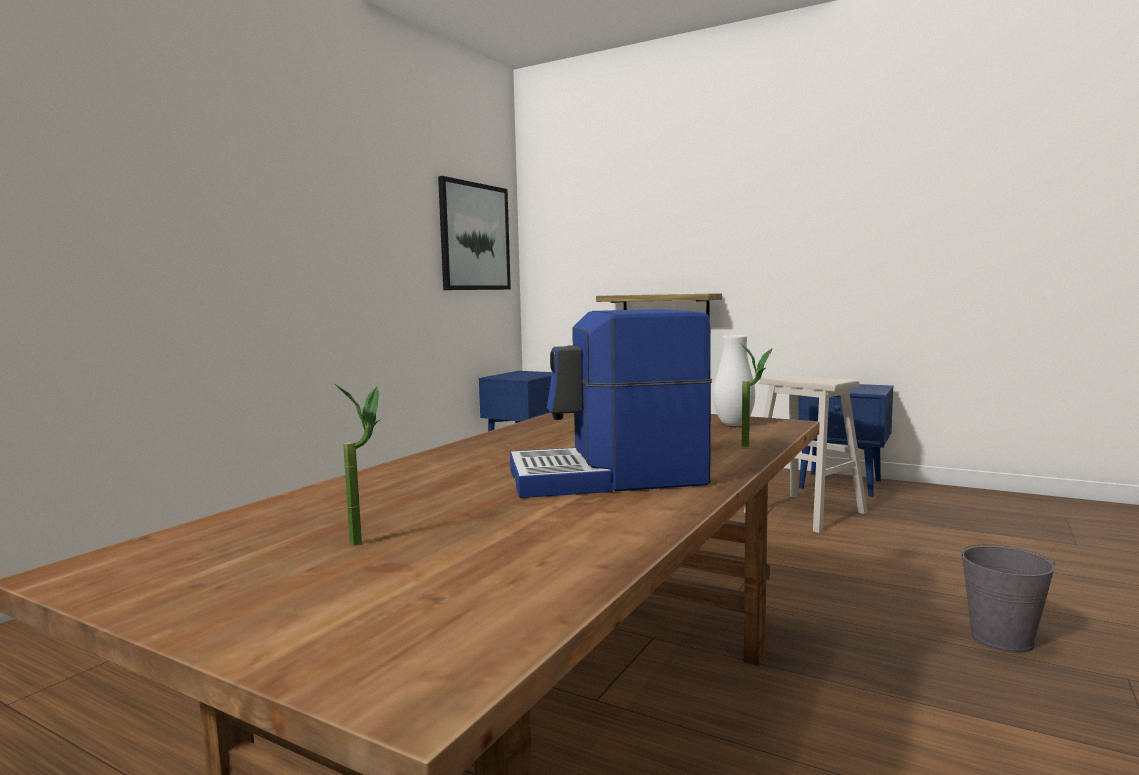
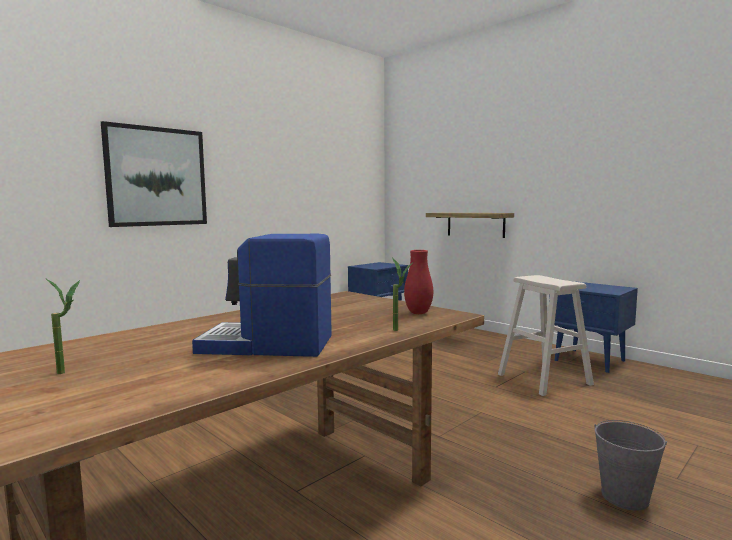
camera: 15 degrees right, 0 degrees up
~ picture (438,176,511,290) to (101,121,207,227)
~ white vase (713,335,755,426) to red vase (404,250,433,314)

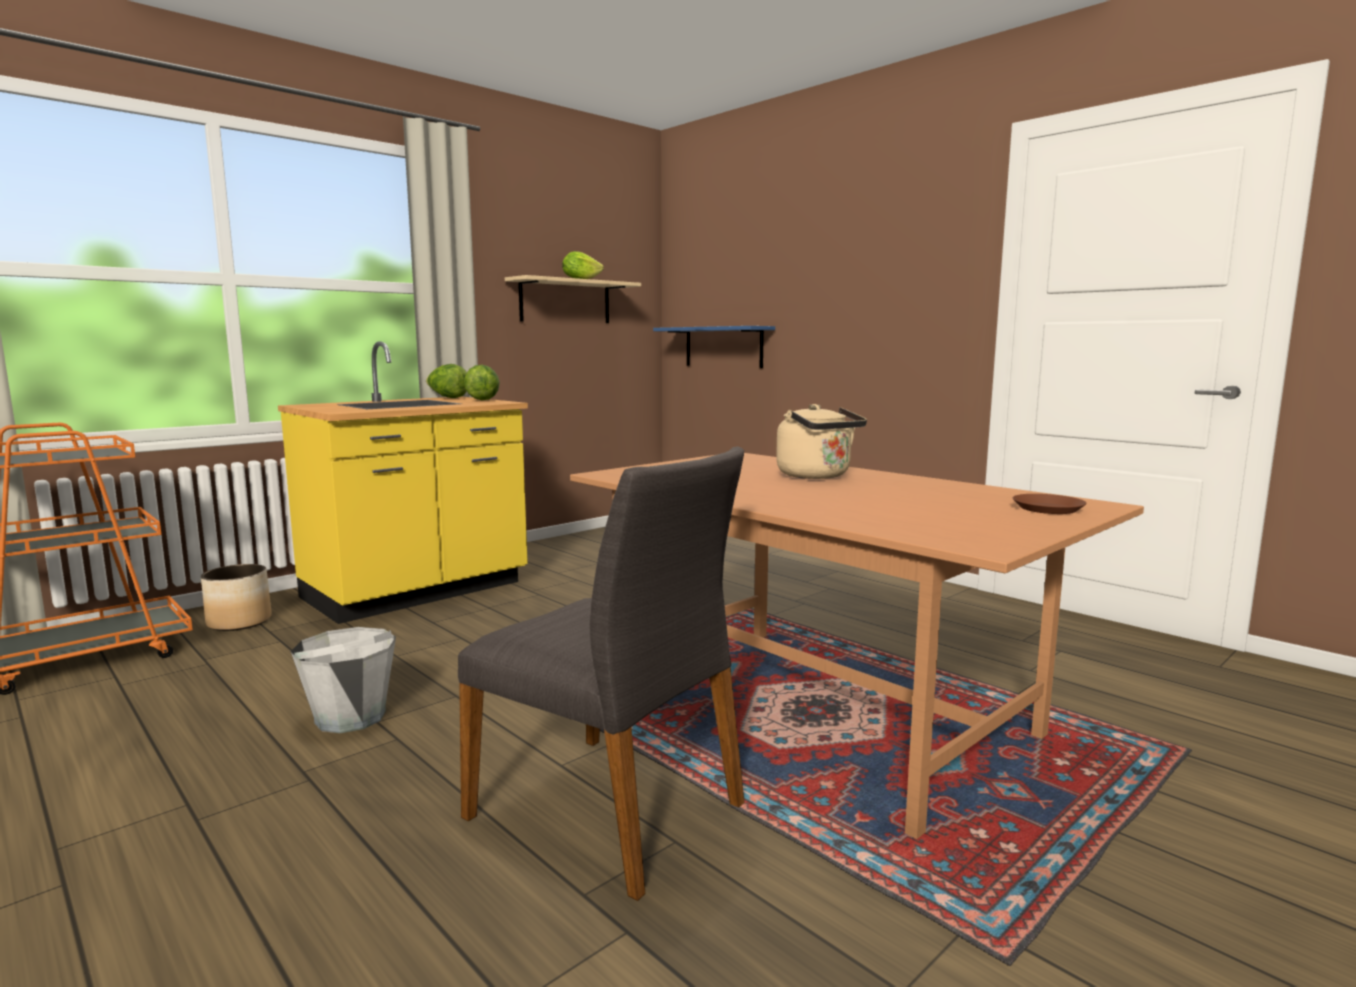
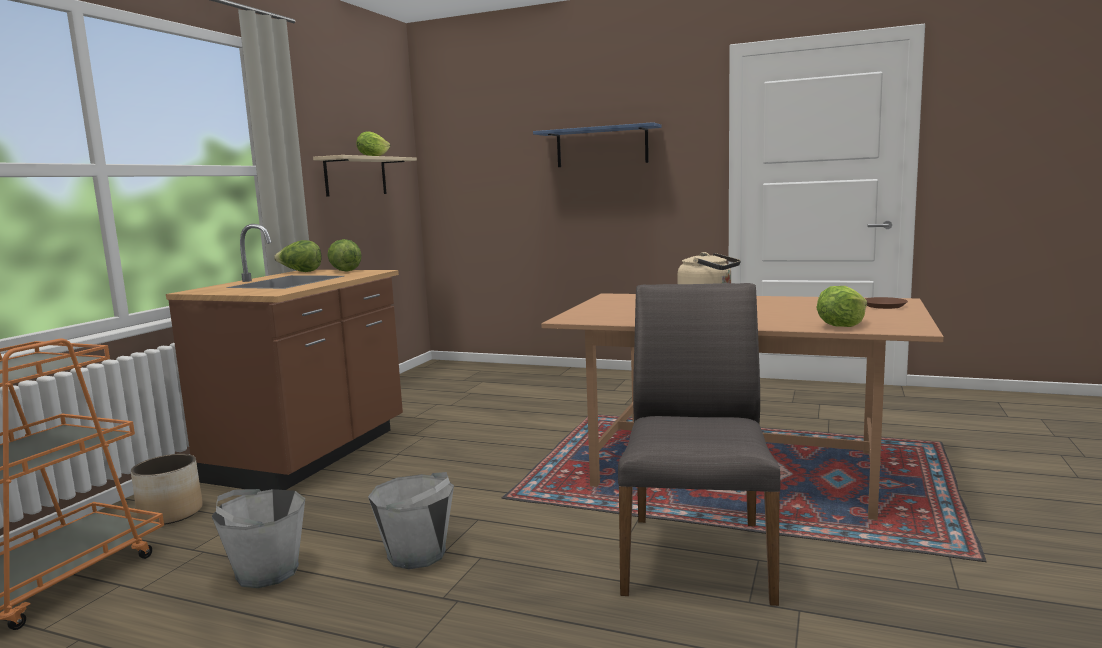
camera: 25 degrees left, 0 degrees up
~ blue shelf (653,326,775,368) to (533,122,661,167)
~ yellow counter (278,341,528,624) to brown counter (166,224,403,491)
~ grey chair (458,446,745,901) = (618,283,781,606) 90 degrees counterclockwise
+ lettuce (816,286,867,327)
+ grey bucket (212,489,305,588)

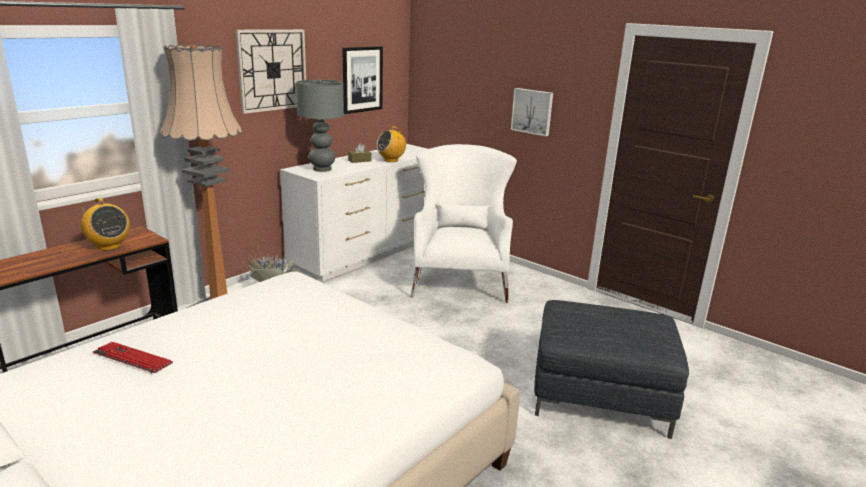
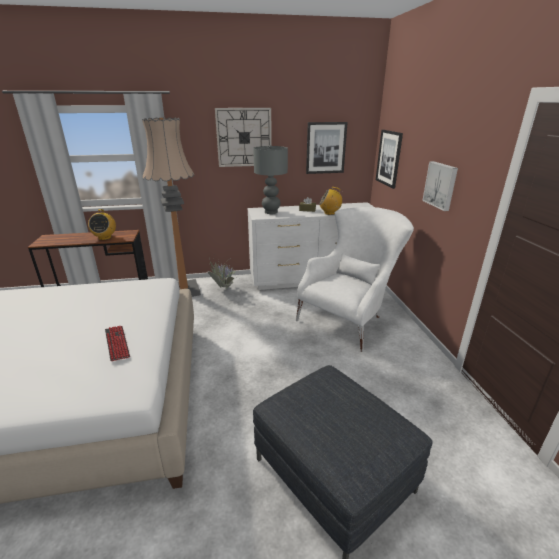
camera: 40 degrees right, 5 degrees up
~ keyboard (93,342,173,373) to (105,326,130,361)
+ picture (376,130,403,189)

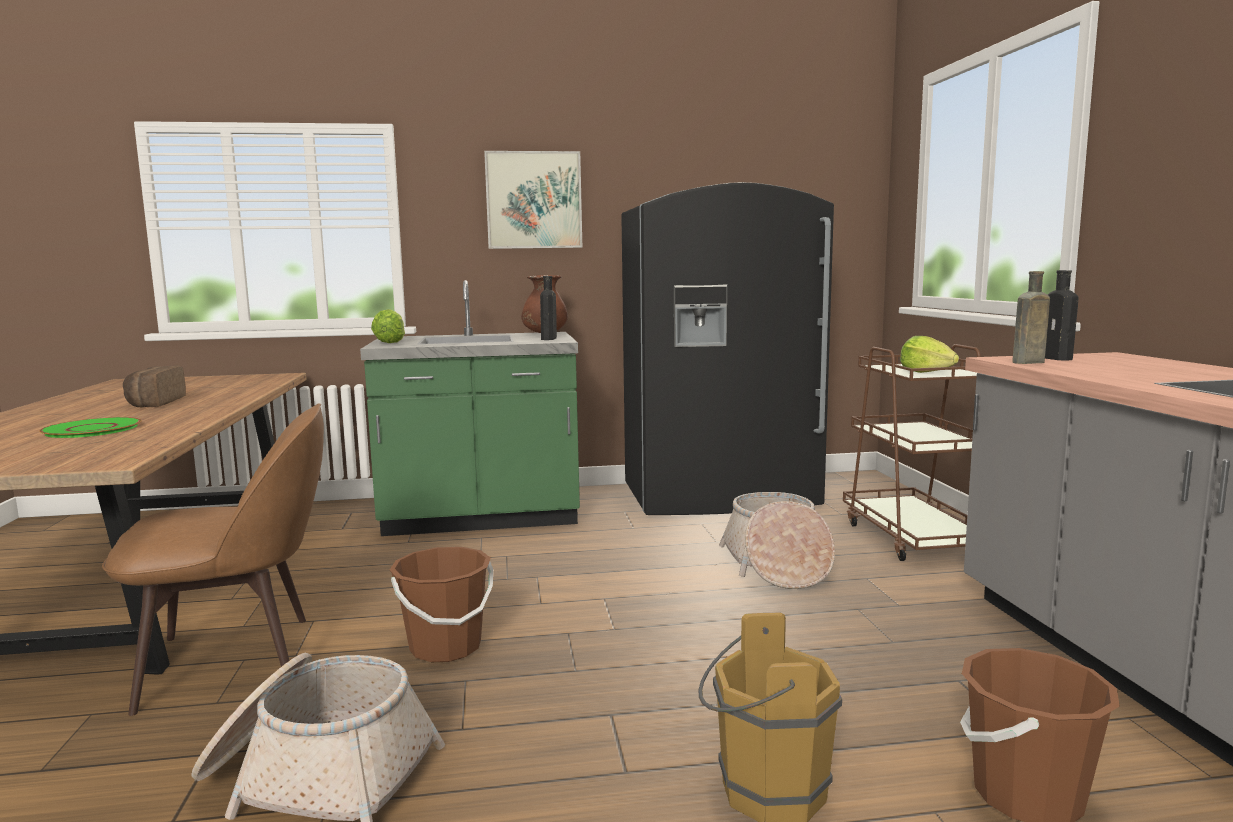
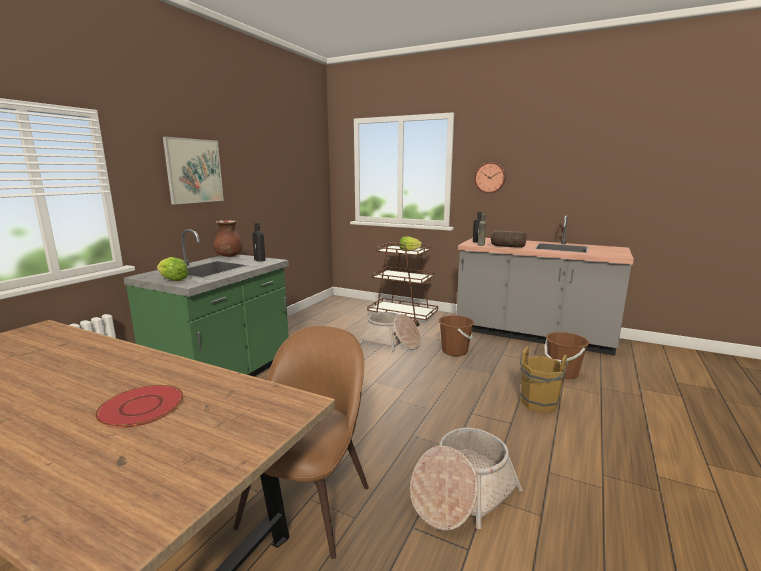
camera: 55 degrees left, 5 degrees up
- black fridge (621,182,834,515)
~ bread (123,365,186,408) to (491,230,526,248)
~ green plate (39,417,142,438) to red plate (95,385,183,428)
~ brown bucket (390,547,493,662) to (438,315,474,356)
+ wall clock (475,162,506,193)

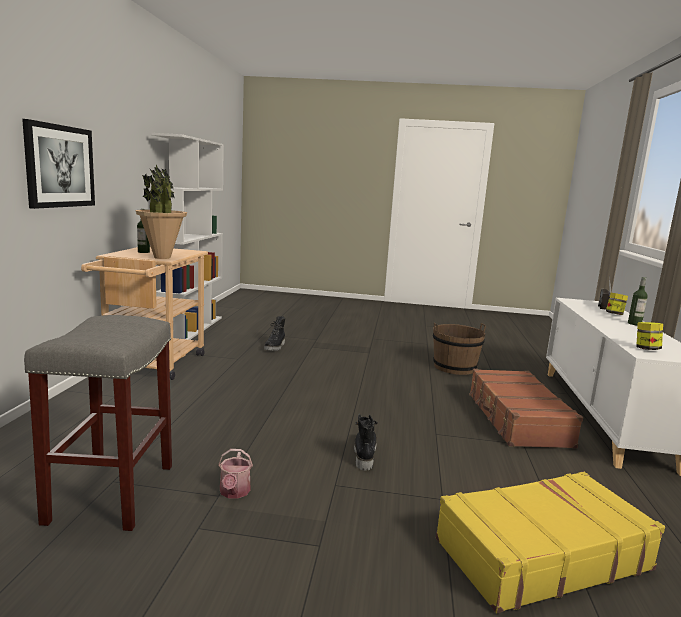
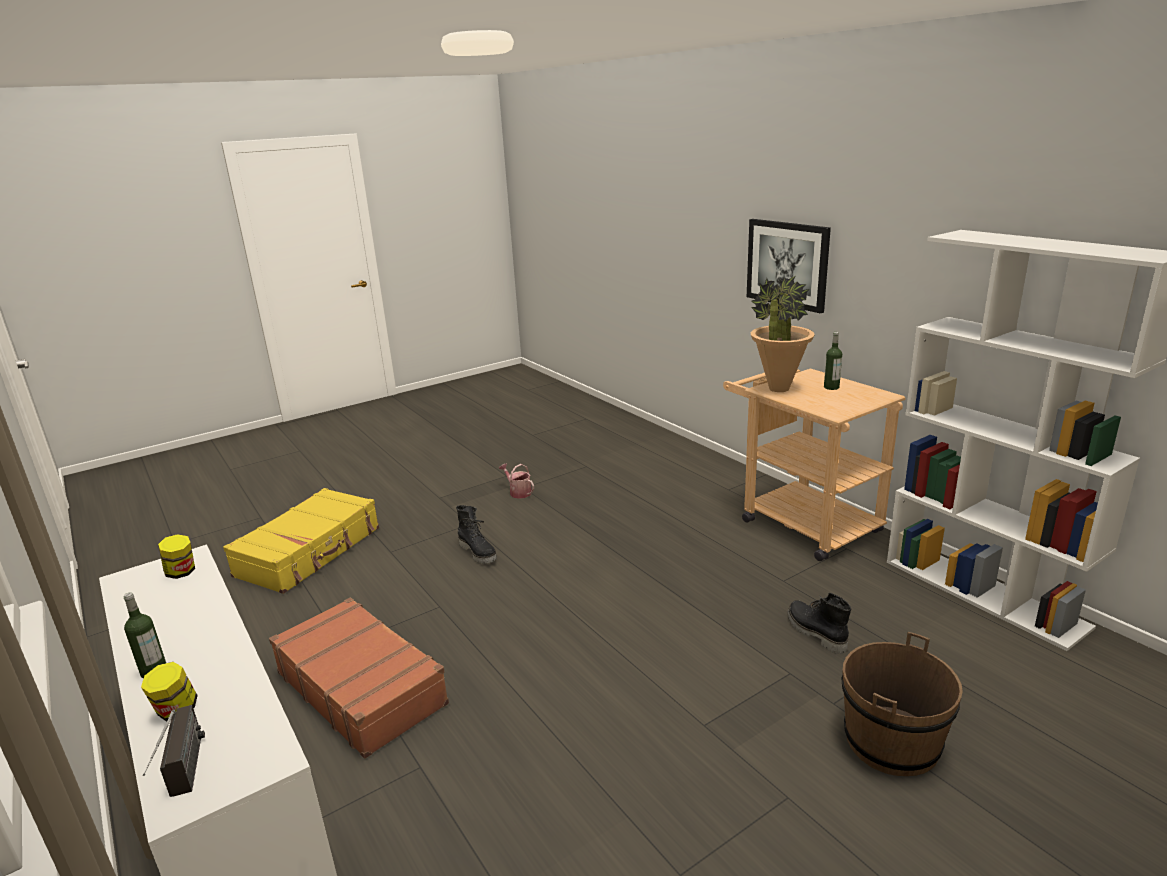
camera: 140 degrees right, 10 degrees up
- grey stool (24,315,172,531)
~ brown bucket (433,323,486,375) to (841,632,963,776)

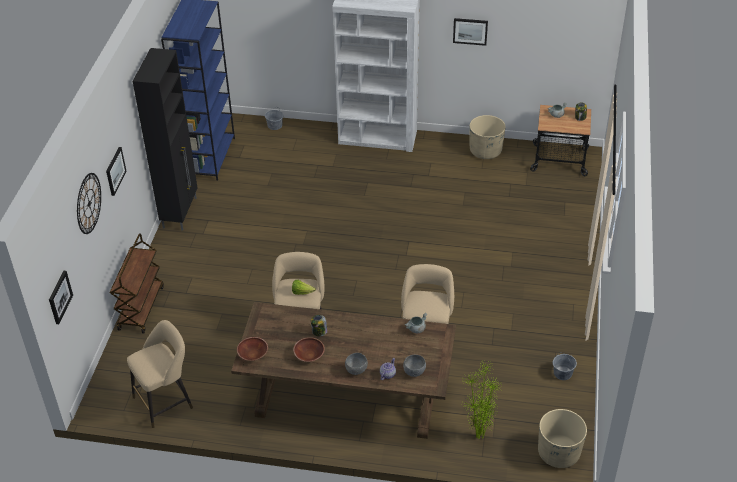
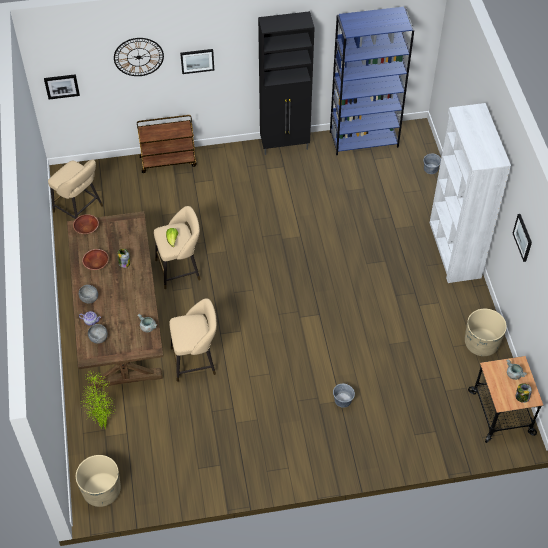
camera: 70 degrees right, 10 degrees up
~ grey bucket (553,354,577,380) to (333,383,355,408)

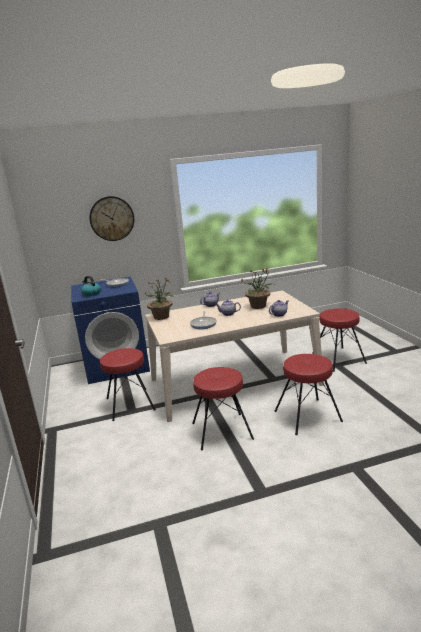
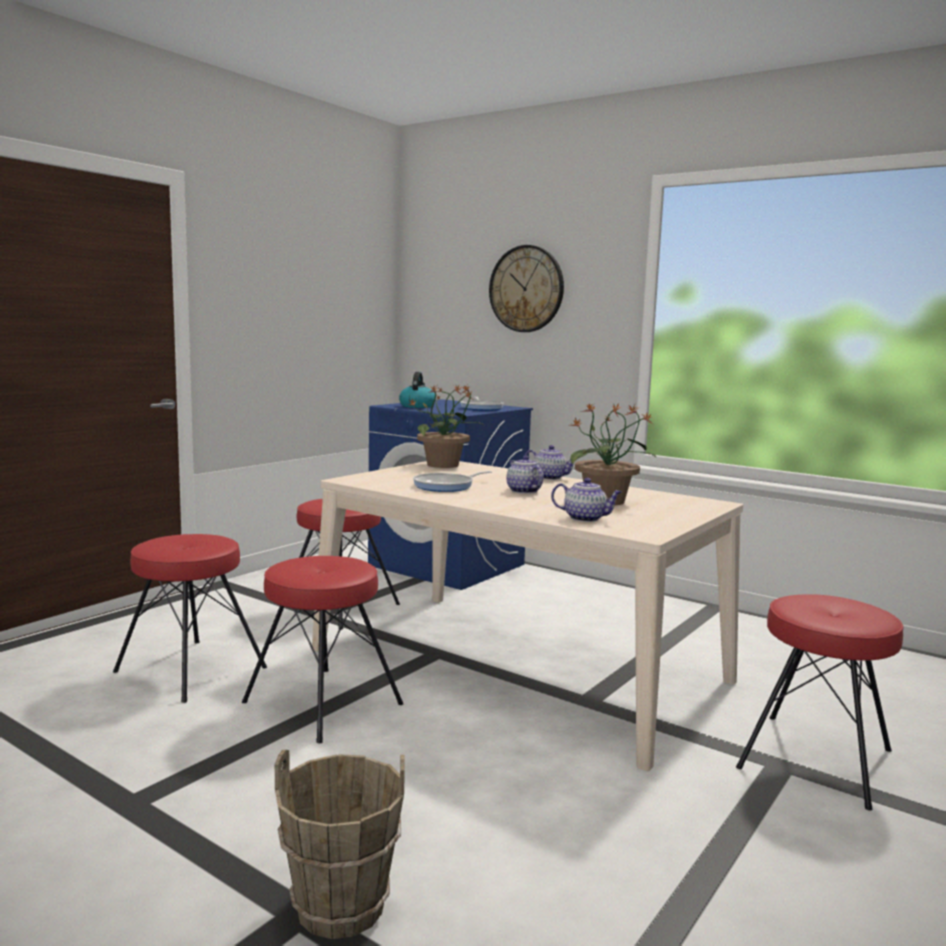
camera: 50 degrees right, 10 degrees down
~ red stool (275,354,343,435) to (113,534,267,703)
+ brown bucket (275,750,405,939)

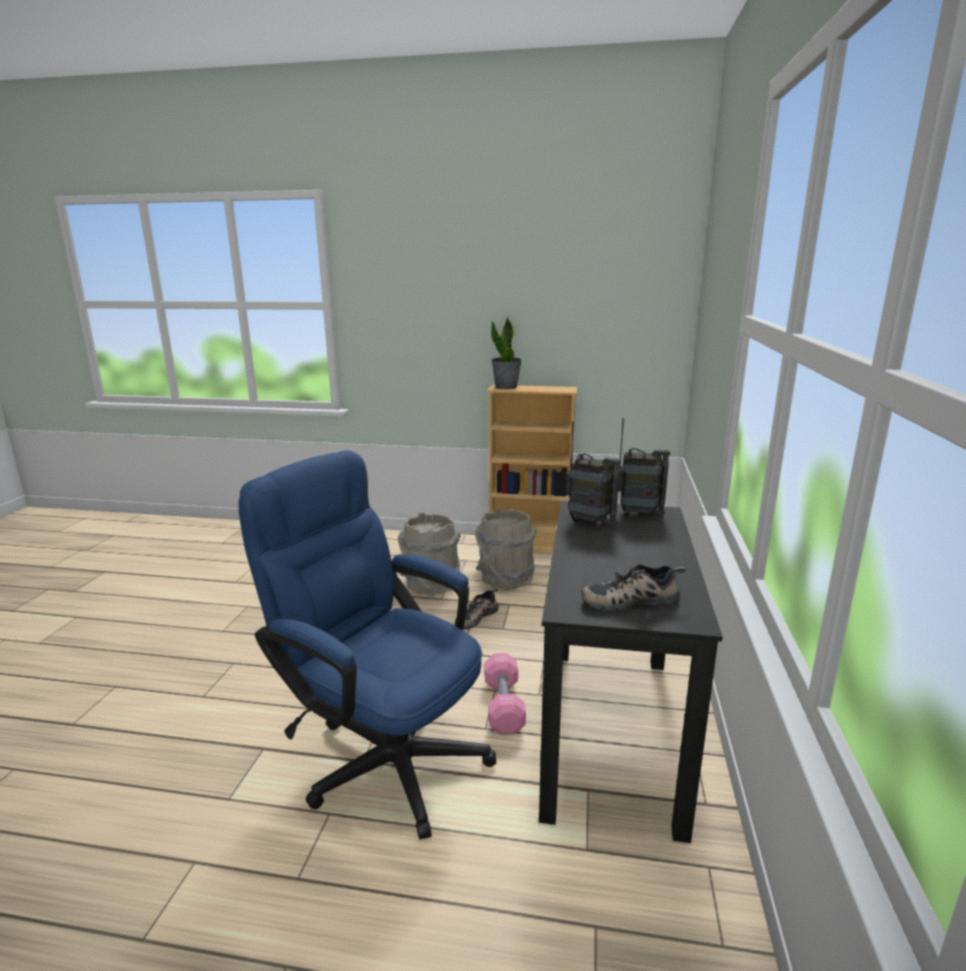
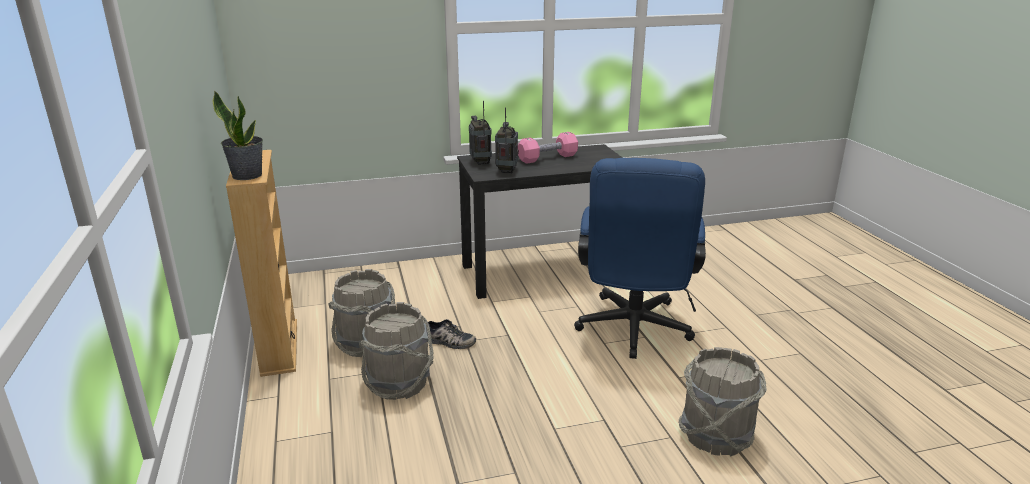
camera: 115 degrees left, 5 degrees up
- shoe (582,564,686,611)
~ pink dumbbell (484,653,526,735) to (518,132,578,164)
+ grey bucket (679,347,767,456)

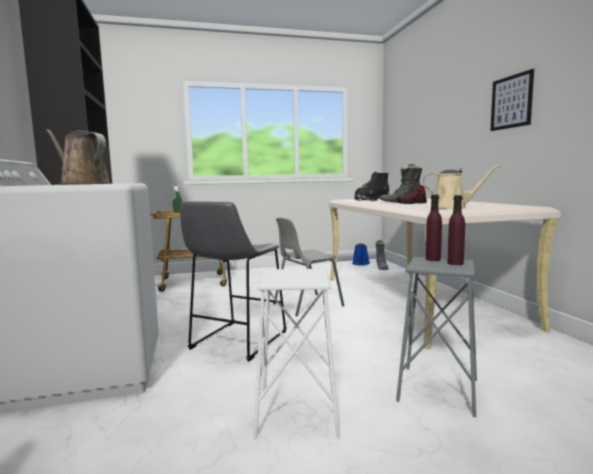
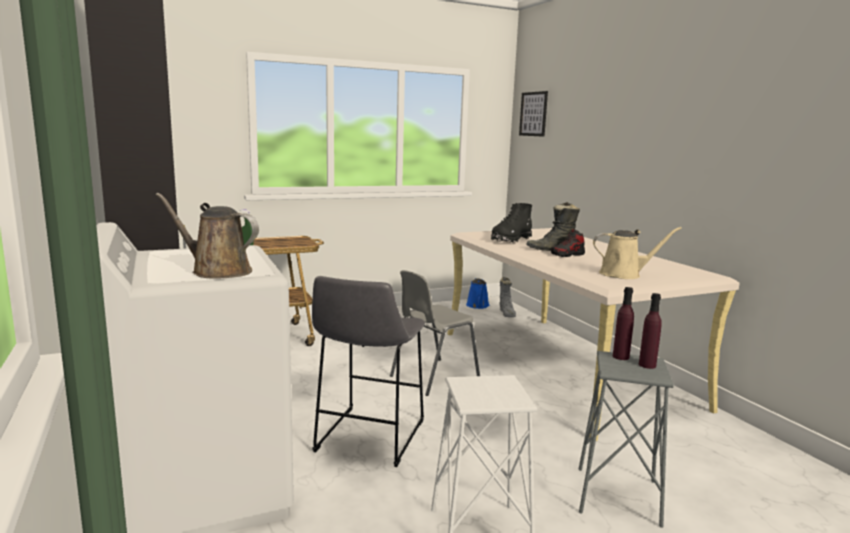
camera: 10 degrees left, 5 degrees up
~ picture (490,69,534,131) to (519,91,548,137)

